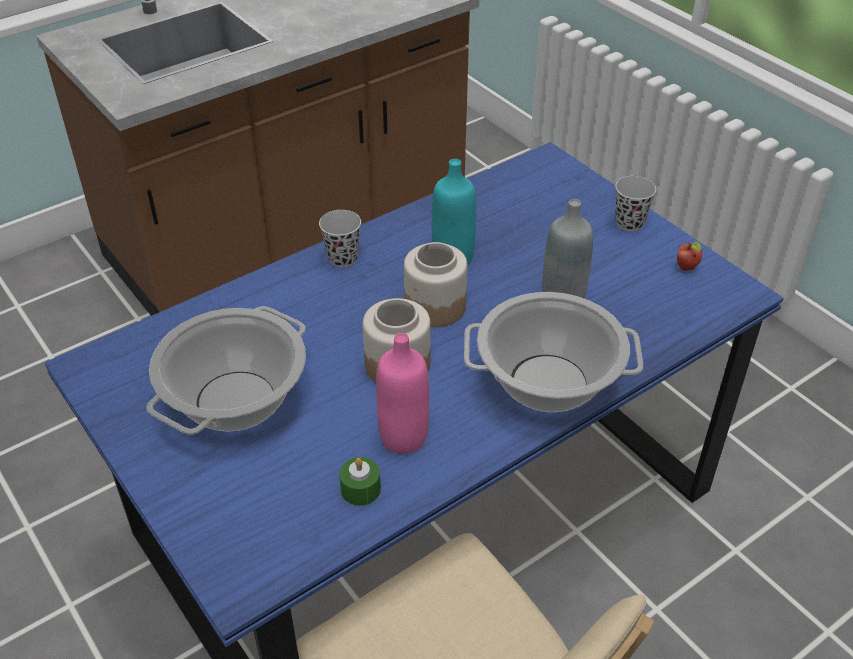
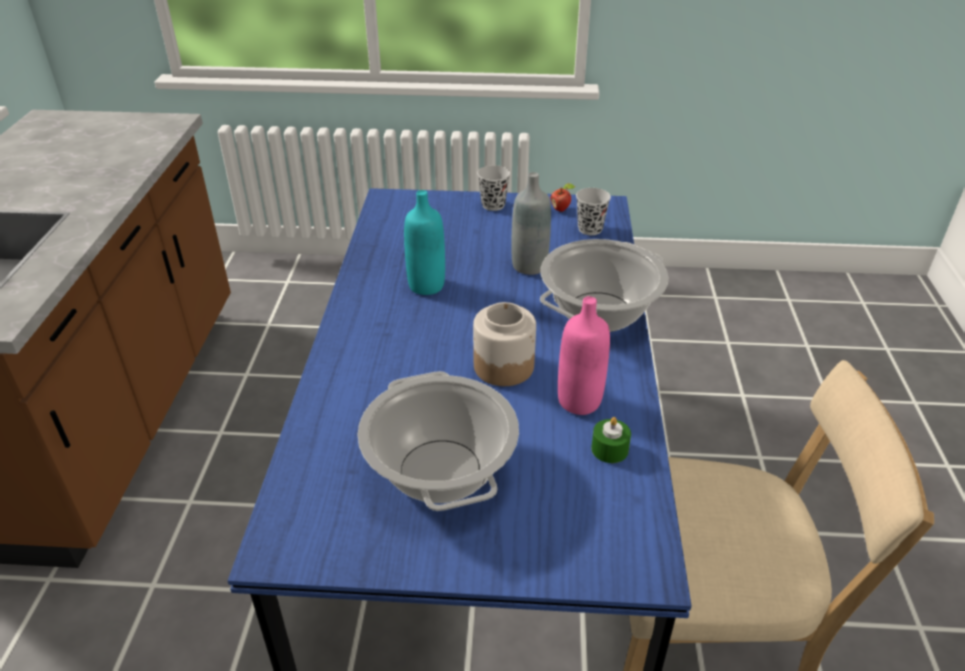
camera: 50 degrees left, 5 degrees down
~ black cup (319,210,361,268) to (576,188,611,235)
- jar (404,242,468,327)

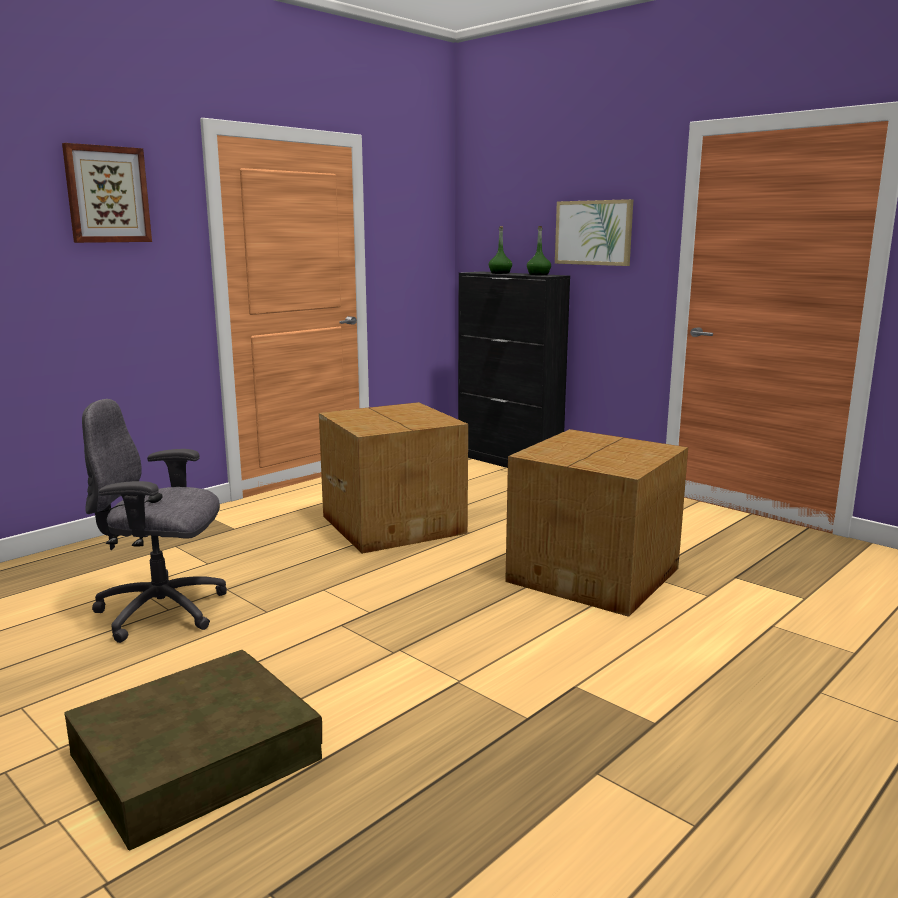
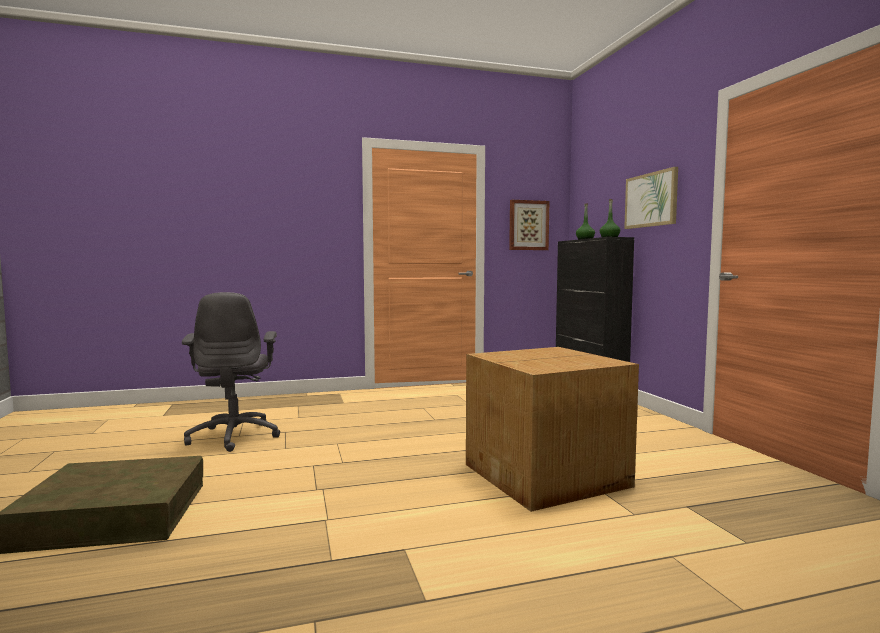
camera: 30 degrees right, 10 degrees down
~ picture (62,143,152,243) to (509,200,549,250)
~ grey office chair (82,399,227,643) = (182,292,280,452) 135 degrees counterclockwise
- cardboard box (319,402,468,554)

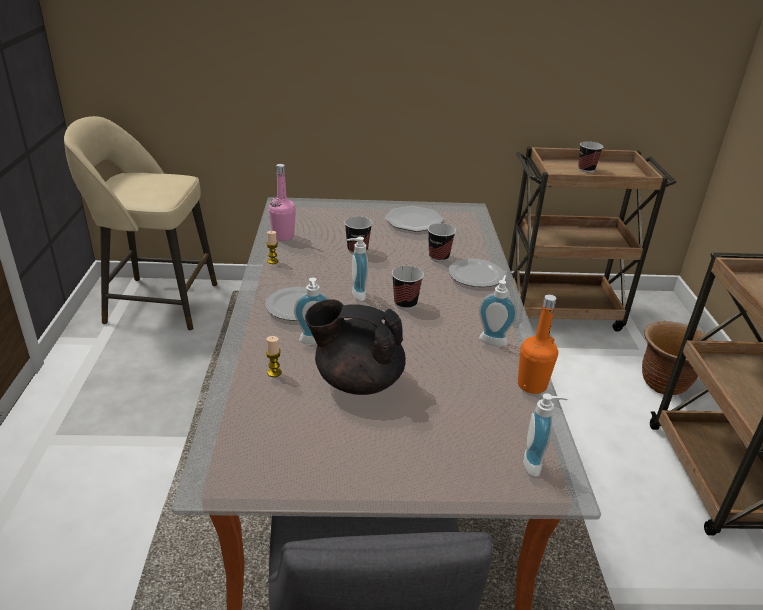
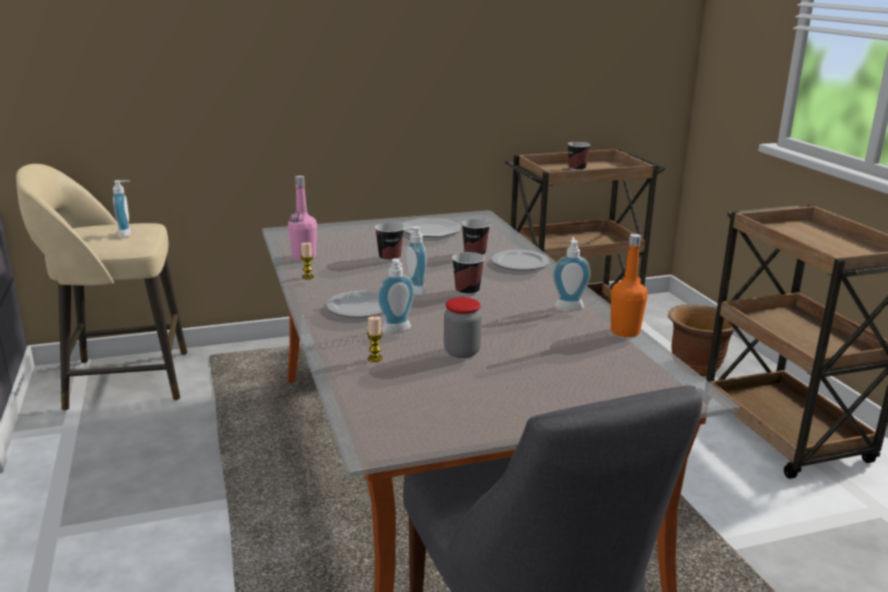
camera: 15 degrees left, 10 degrees down
~ black teapot (305,300,406,395) to jar (444,297,482,358)
~ soap dispenser (523,393,567,477) to (113,180,131,238)

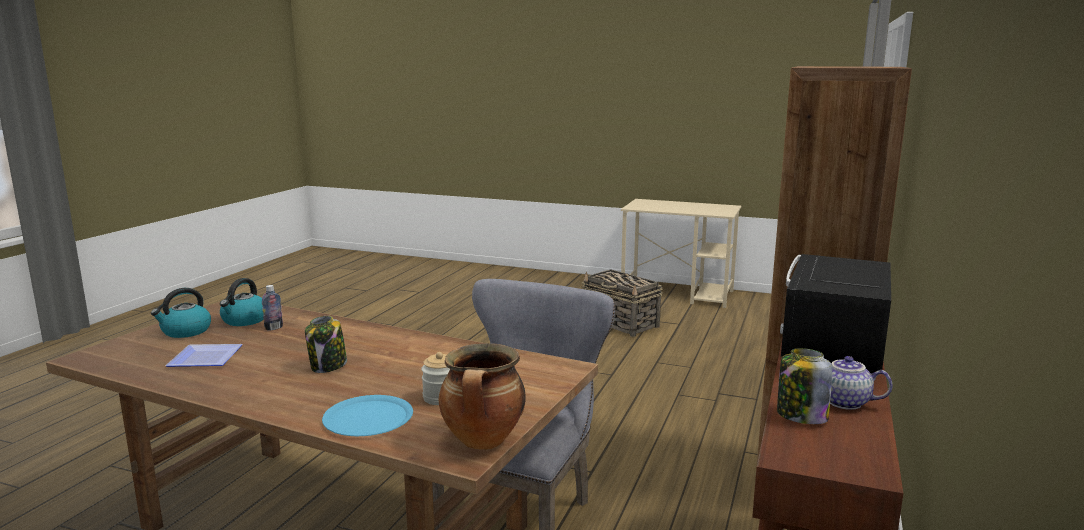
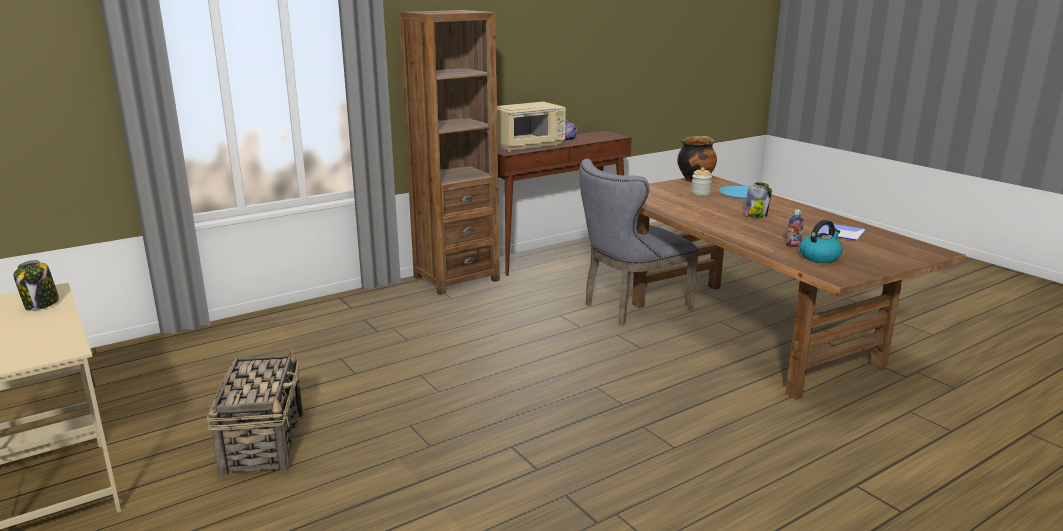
camera: 145 degrees left, 5 degrees up
~ black microwave (780,254,891,373) to beige microwave (497,102,566,152)
- kettle (151,288,211,338)
~ jar (777,348,832,424) to (13,260,59,311)

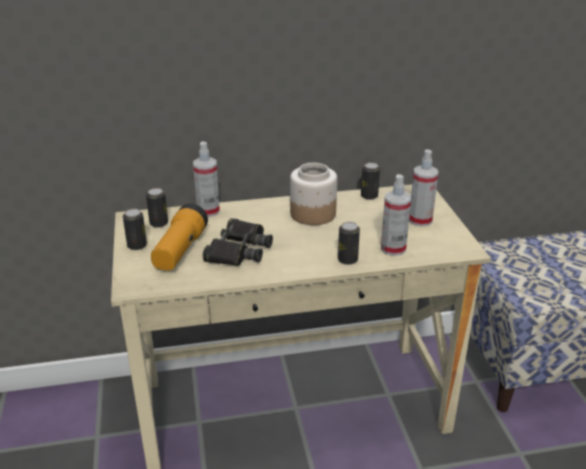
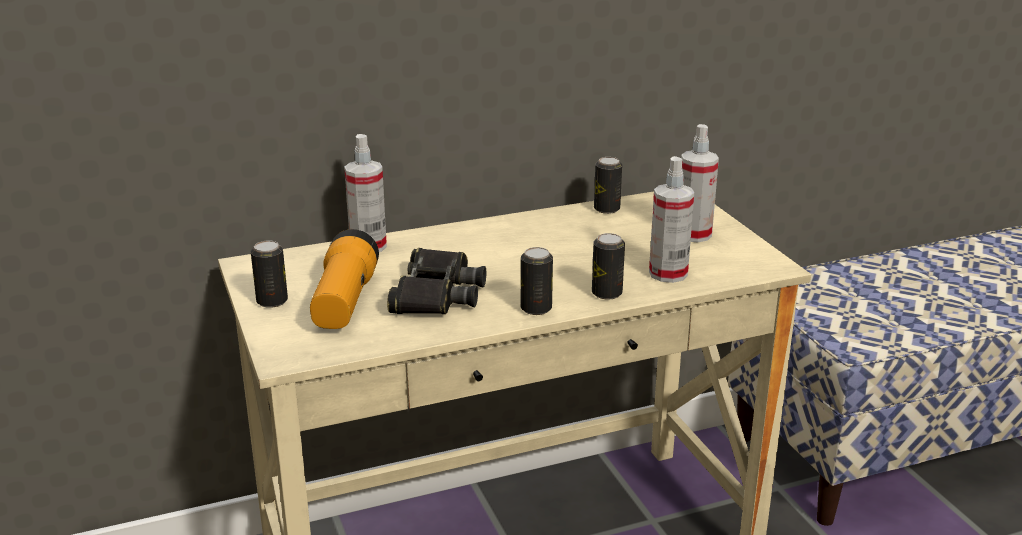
camera: 10 degrees left, 5 degrees down
- jar (290,163,337,225)
~ can (146,188,168,228) to (521,247,553,315)

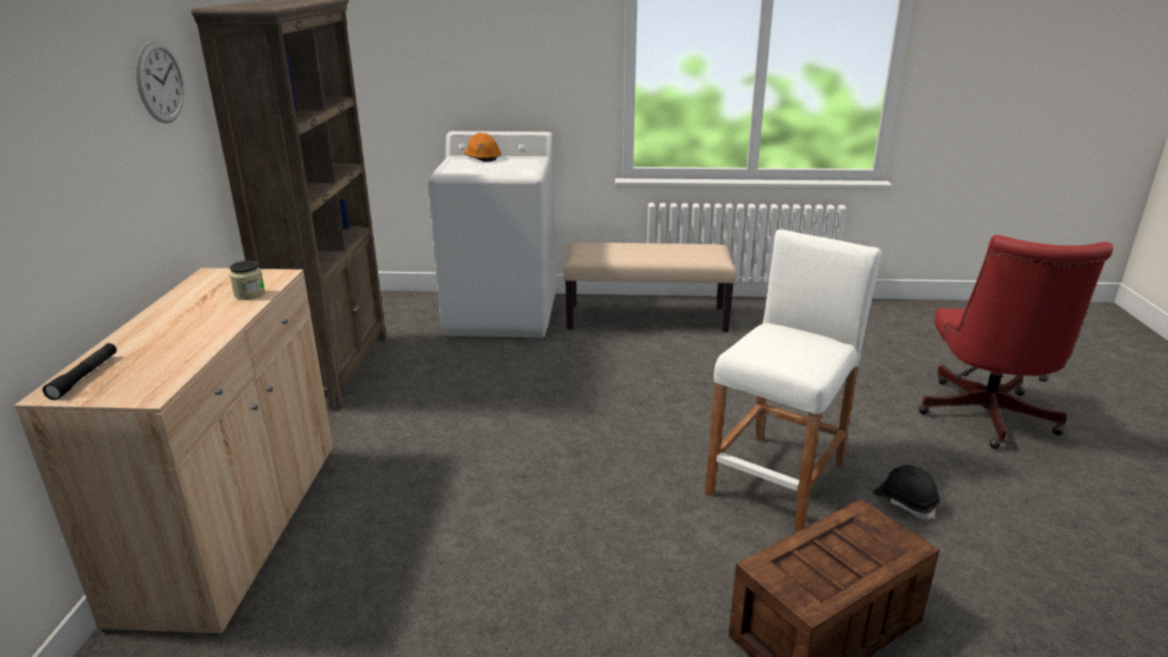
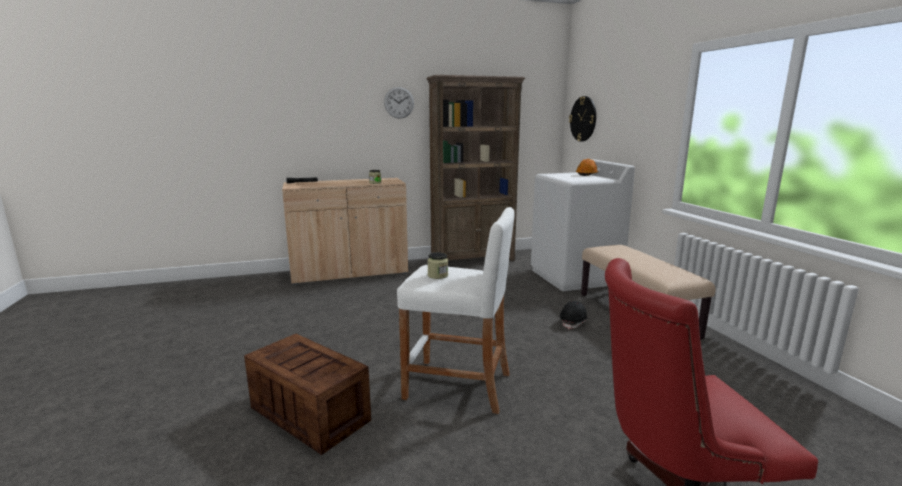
camera: 70 degrees right, 10 degrees down
~ black hard hat (873,465,940,520) to (560,301,588,329)
+ wall clock (569,96,596,142)
+ jar (427,252,448,279)

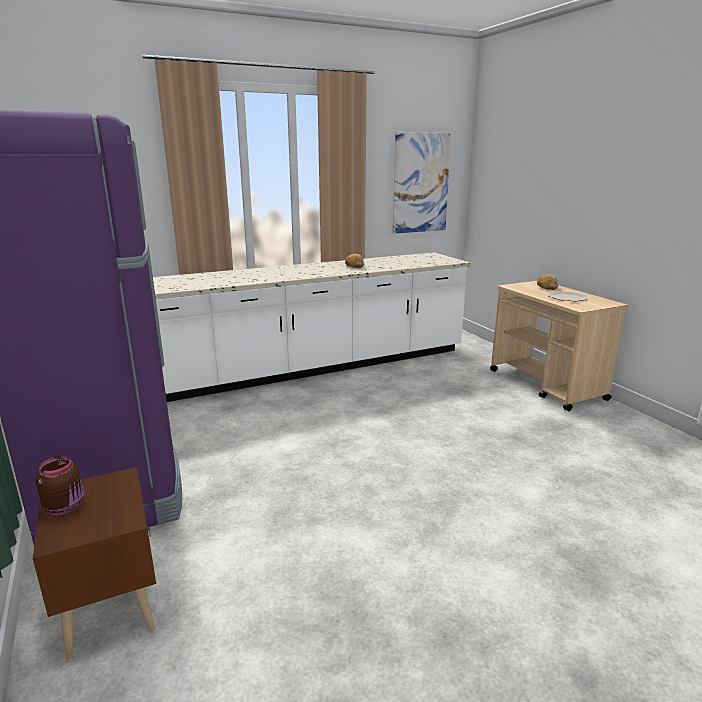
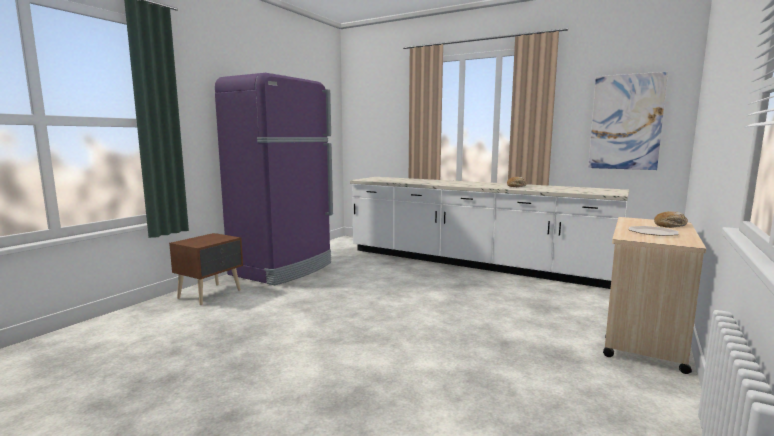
camera: 55 degrees right, 10 degrees down
- brown jar (36,456,84,516)

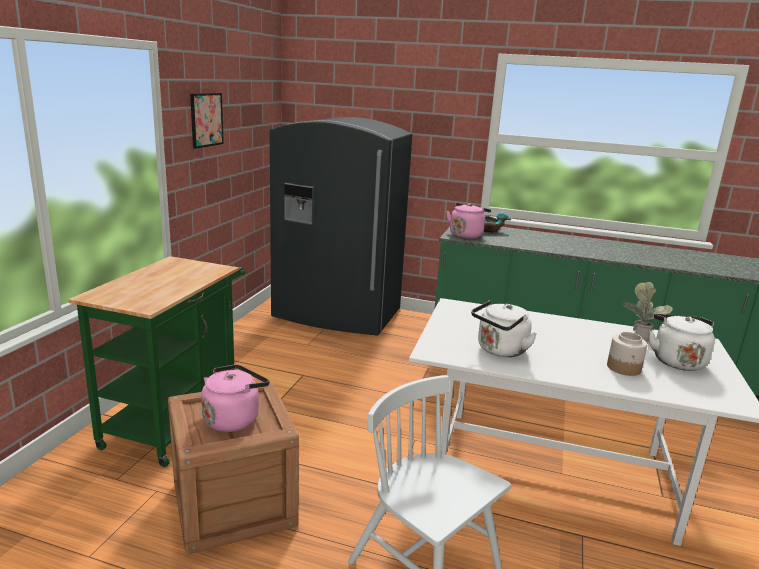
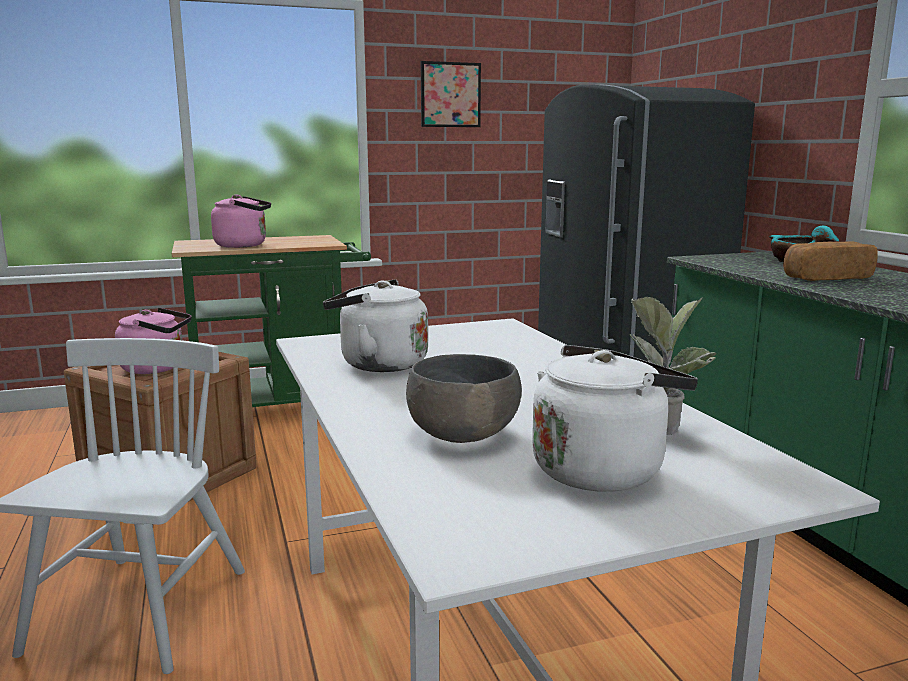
camera: 55 degrees right, 5 degrees down
~ pink kettle (446,203,491,239) to (211,194,271,248)
~ jar (607,332,647,376) to grey bowl (406,354,522,443)
+ bread (783,241,878,281)

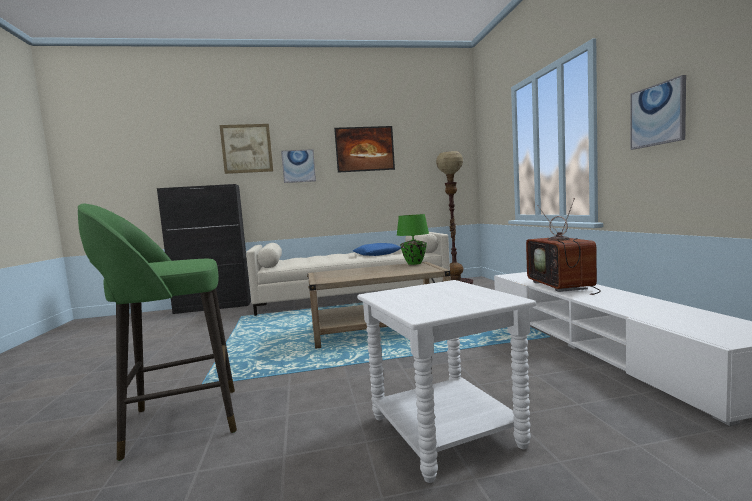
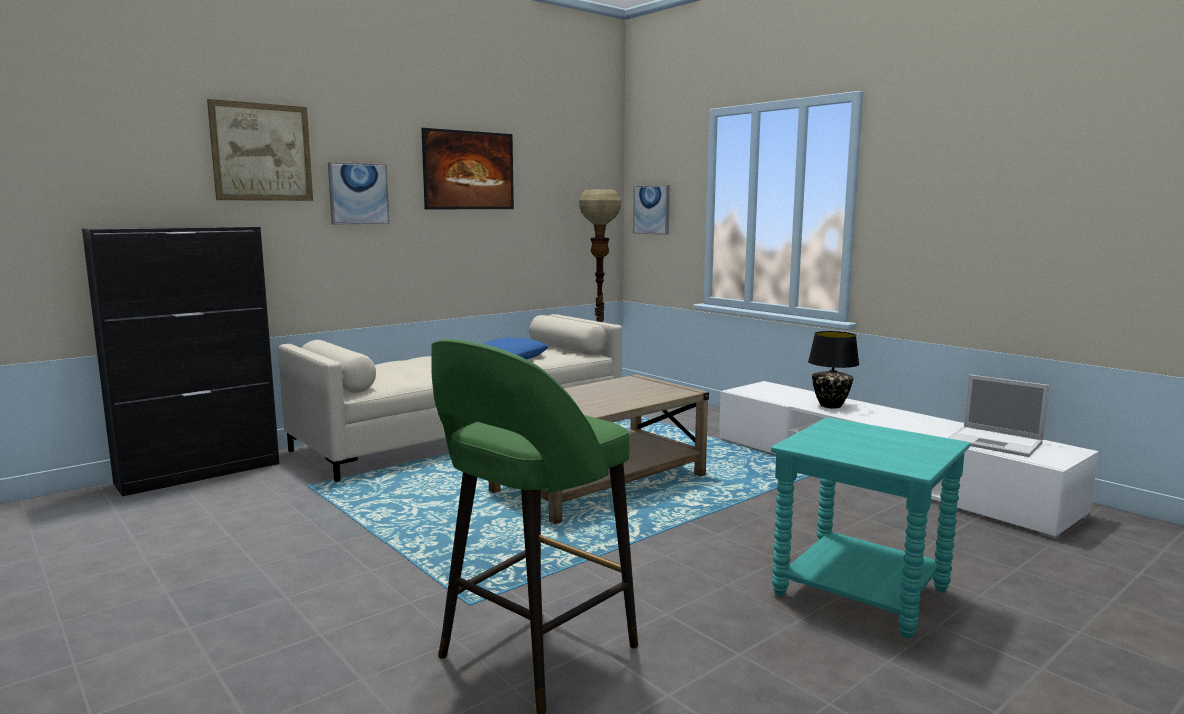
camera: 30 degrees left, 5 degrees up
~ picture (631,75,686,150) to (633,185,670,235)
~ television (526,198,601,295) to black table lamp (808,331,859,408)
- green table lamp (397,214,429,265)
~ white side table (357,280,536,483) to turquoise side table (771,417,970,639)
+ laptop (949,374,1050,457)

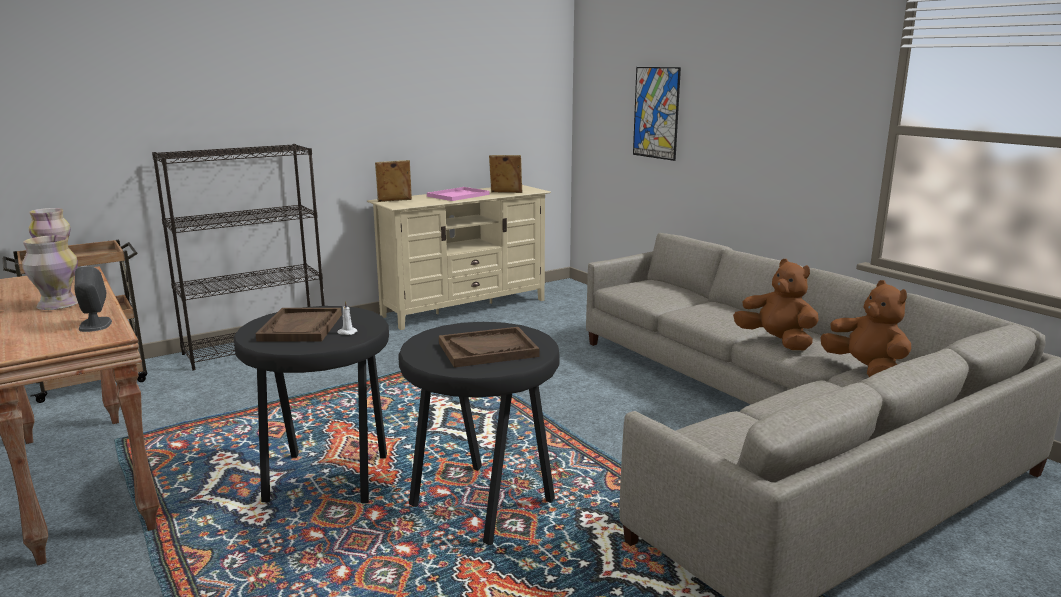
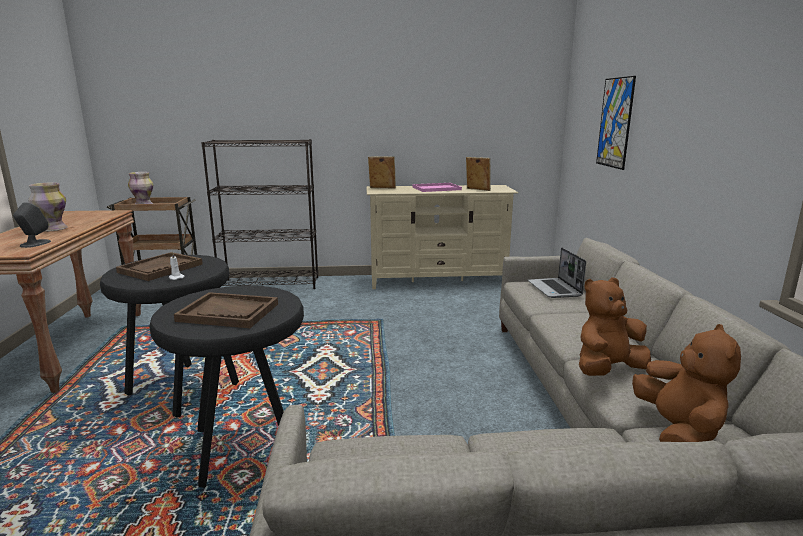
camera: 30 degrees right, 0 degrees up
~ brown plush toy (733,259,819,350) = (579,277,651,376) 105 degrees counterclockwise
+ laptop (528,247,586,298)

